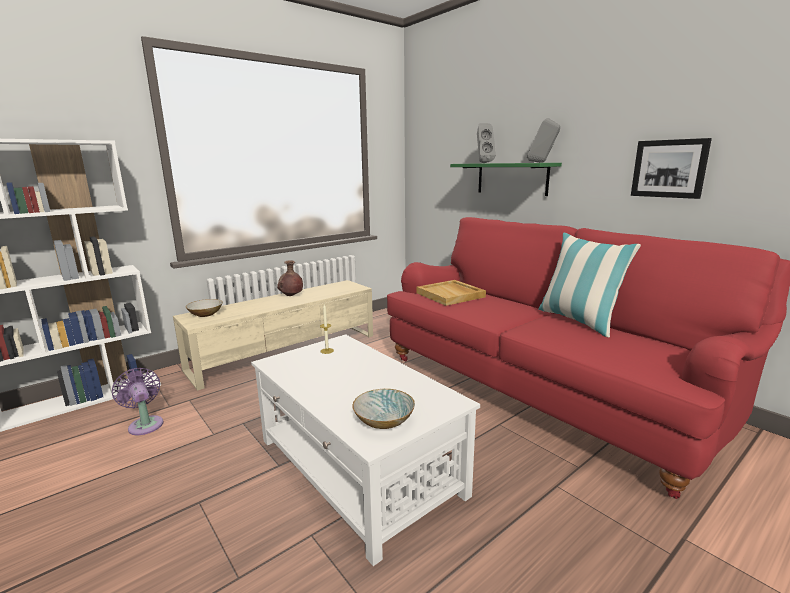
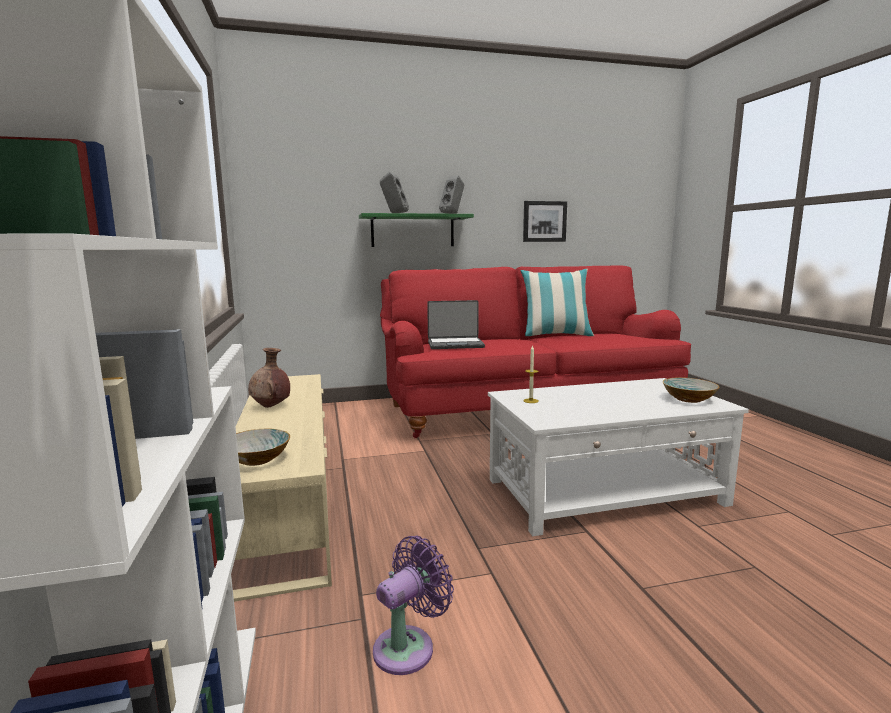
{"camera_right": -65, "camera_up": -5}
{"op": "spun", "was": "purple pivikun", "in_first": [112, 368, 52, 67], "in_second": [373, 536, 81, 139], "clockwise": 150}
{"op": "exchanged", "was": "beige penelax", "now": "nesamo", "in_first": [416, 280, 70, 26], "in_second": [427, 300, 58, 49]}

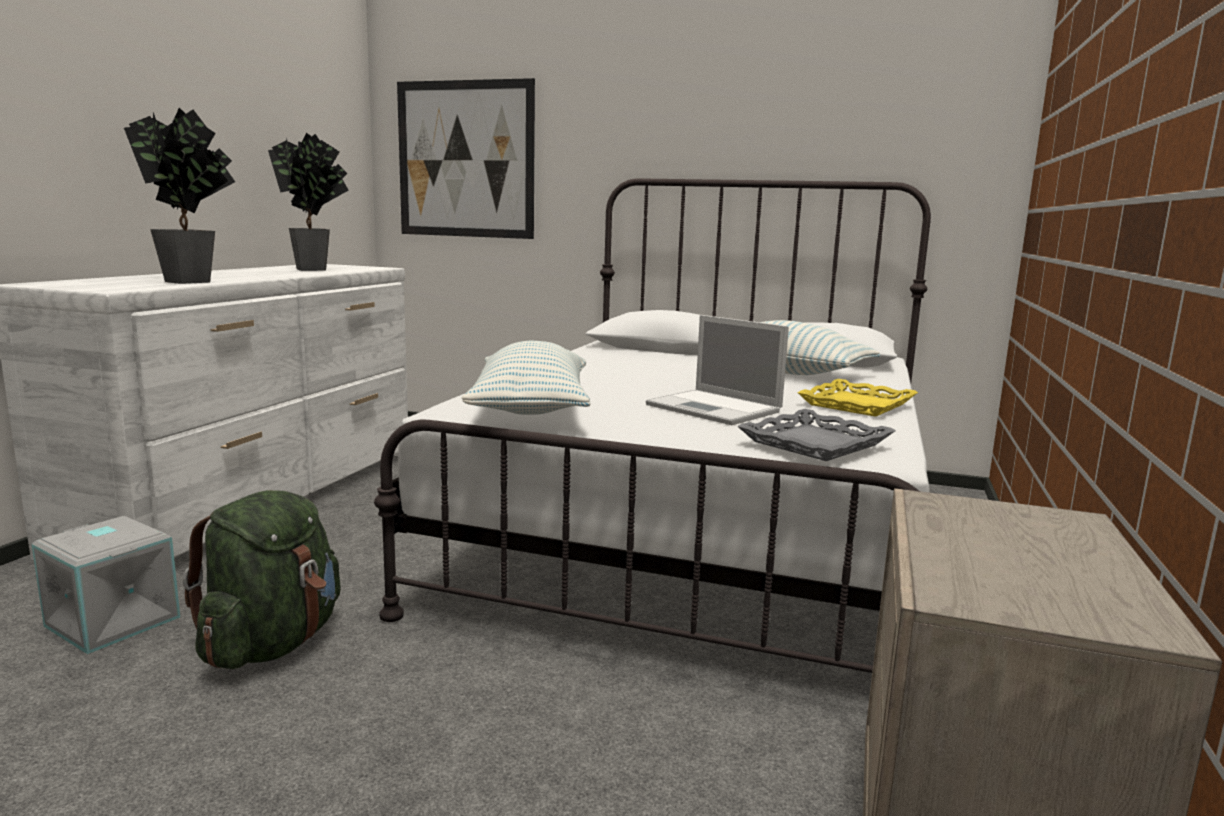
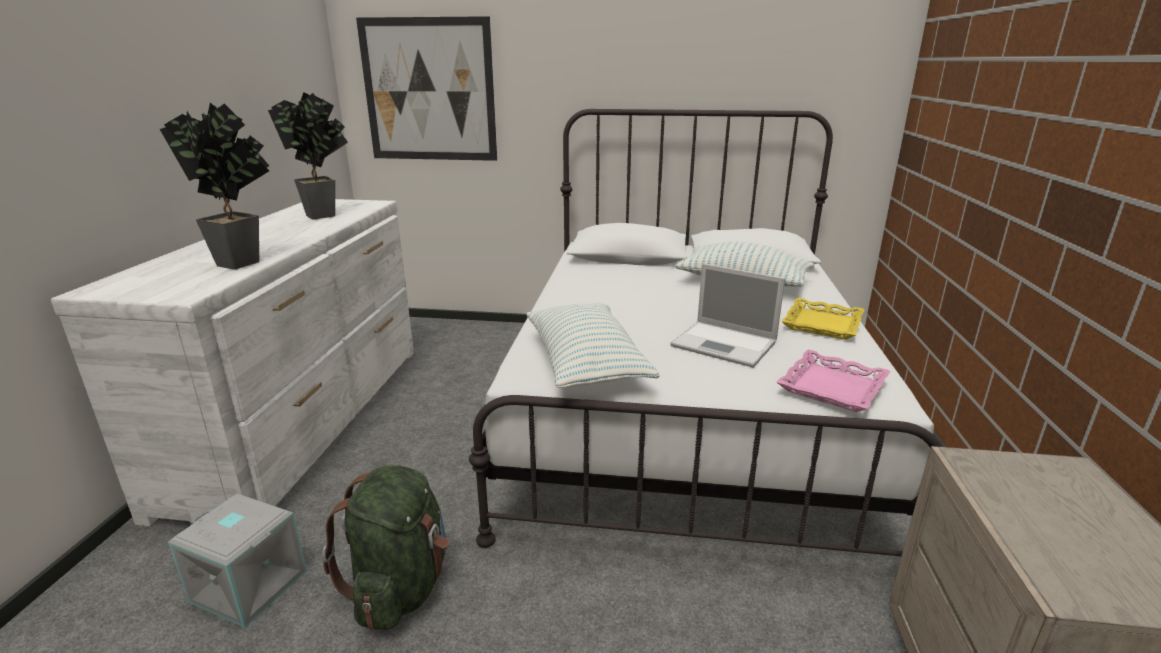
{"camera_right": -10, "camera_up": 10}
{"op": "colour", "was": "grey penelax", "now": "pink penelax", "in_first": [737, 409, 159, 52], "in_second": [777, 350, 114, 62]}

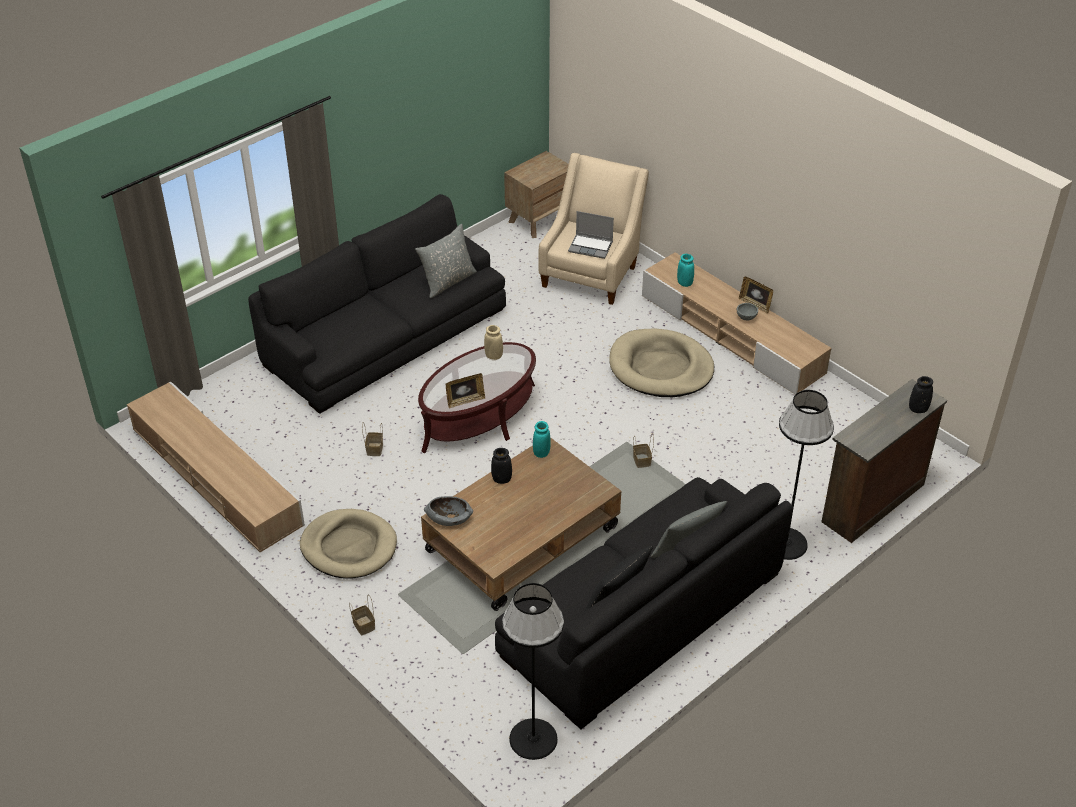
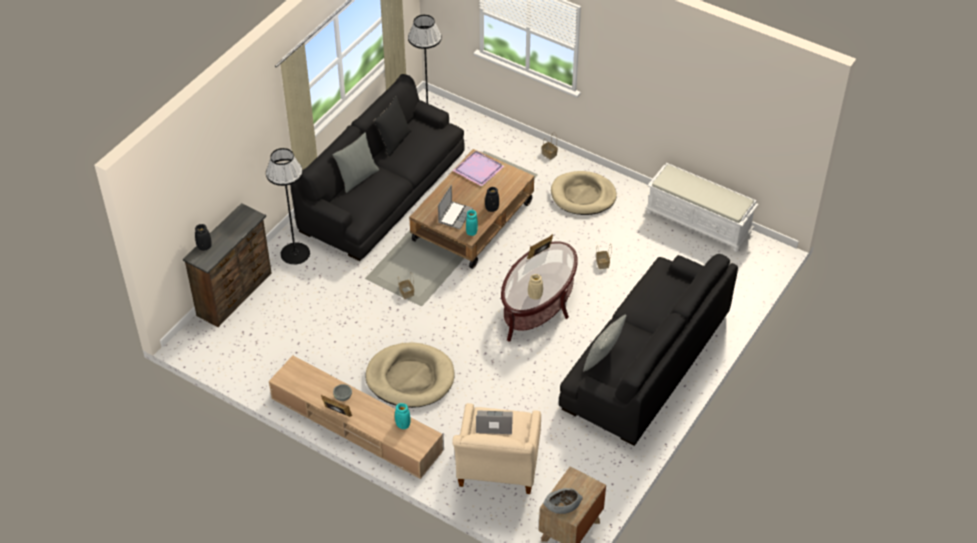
{"camera_right": 165, "camera_up": 5}
{"op": "exchanged", "was": "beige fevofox", "now": "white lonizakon", "in_first": [127, 381, 178, 171], "in_second": [645, 163, 114, 89]}
{"op": "relocated", "was": "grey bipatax", "in_first": [424, 496, 49, 30], "in_second": [543, 488, 40, 26]}
{"op": "appeared", "now": "nesamo", "in_second": [438, 185, 35, 44]}
{"op": "appeared", "now": "purple penelax", "in_second": [453, 150, 51, 36]}

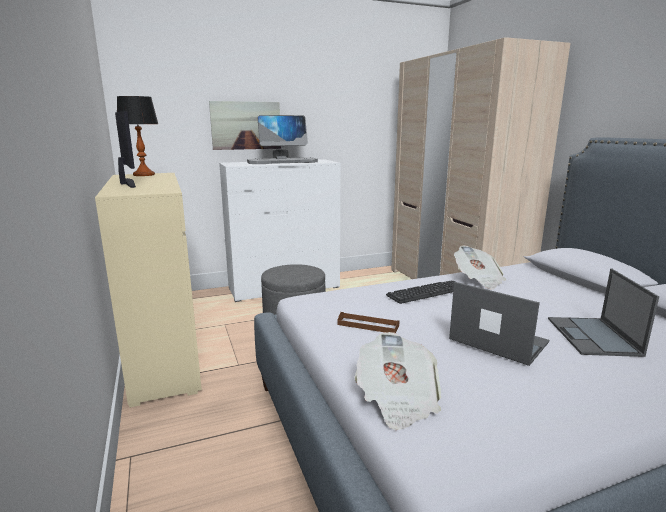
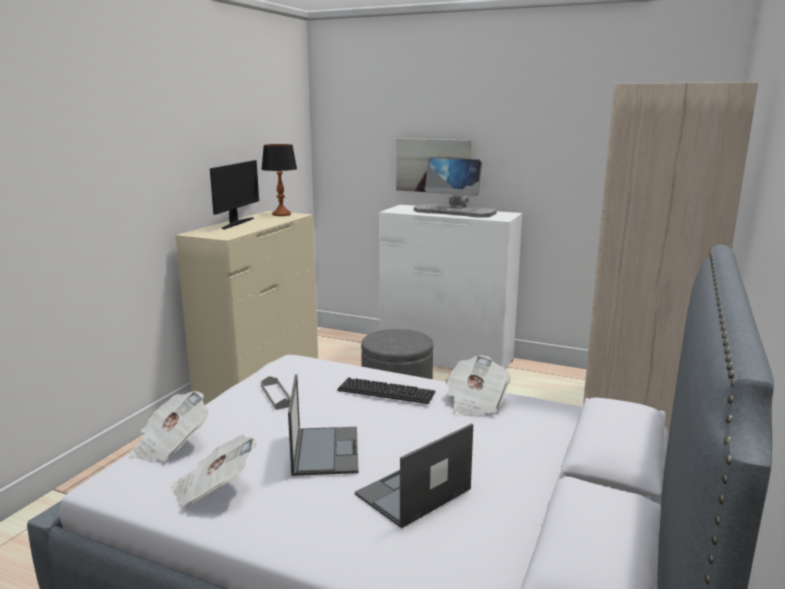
{"camera_right": 45, "camera_up": 0}
{"op": "colour", "was": "brown penelax", "now": "grey penelax", "in_first": [338, 312, 61, 21], "in_second": [261, 376, 30, 34]}
{"op": "appeared", "now": "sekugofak", "in_second": [171, 435, 85, 72]}

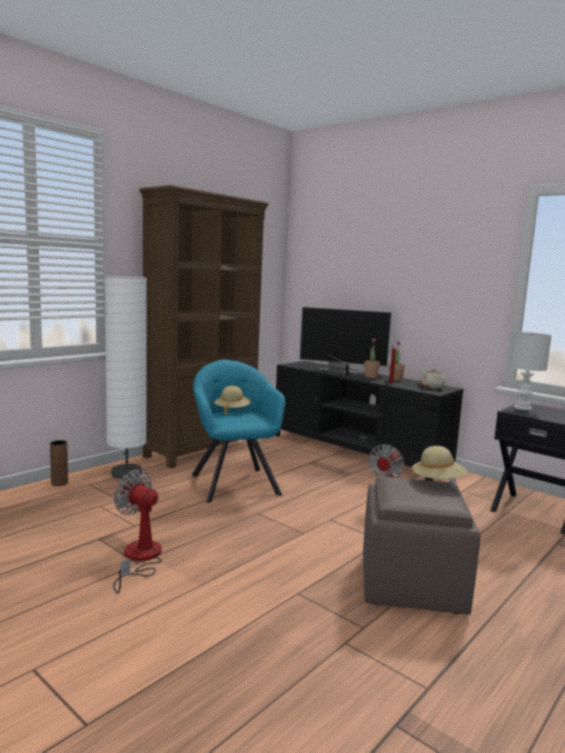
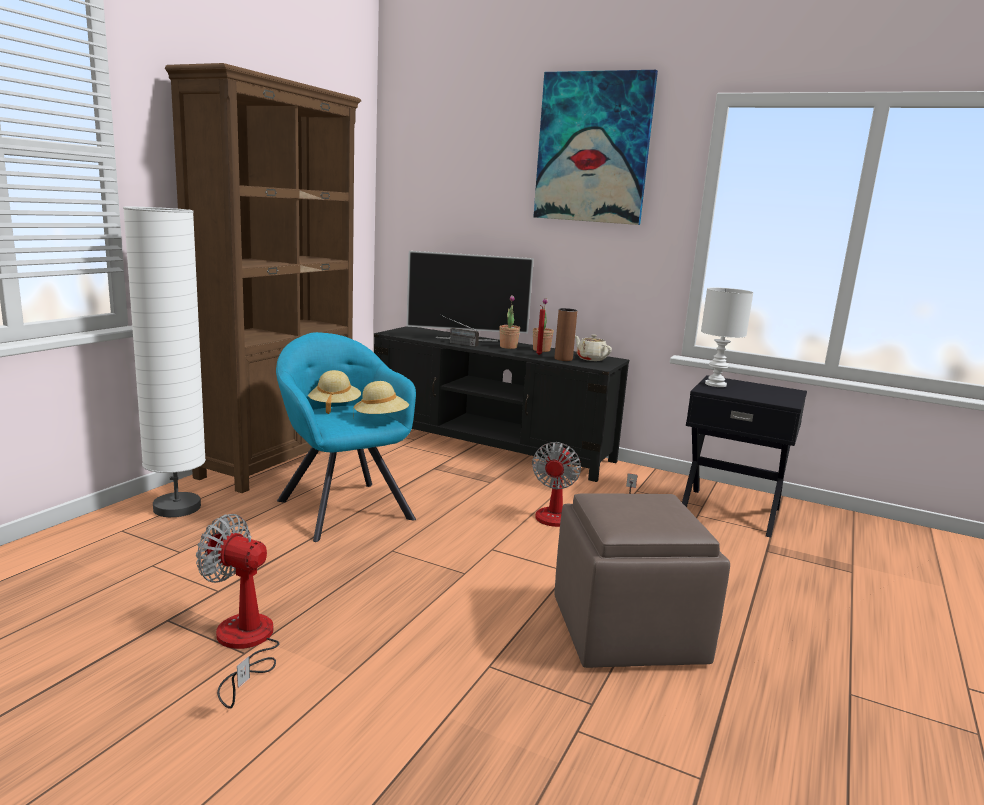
{"camera_right": -15, "camera_up": 5}
{"op": "relocated", "was": "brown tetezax", "in_first": [50, 440, 18, 46], "in_second": [555, 308, 22, 53]}
{"op": "relocated", "was": "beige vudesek", "in_first": [411, 446, 55, 33], "in_second": [353, 381, 56, 37]}
{"op": "appeared", "now": "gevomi", "in_second": [533, 70, 125, 155]}

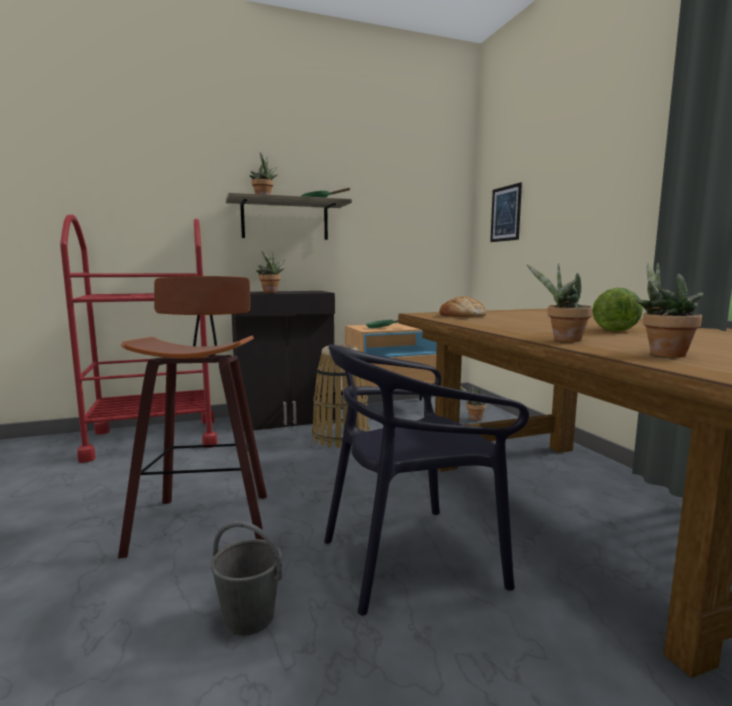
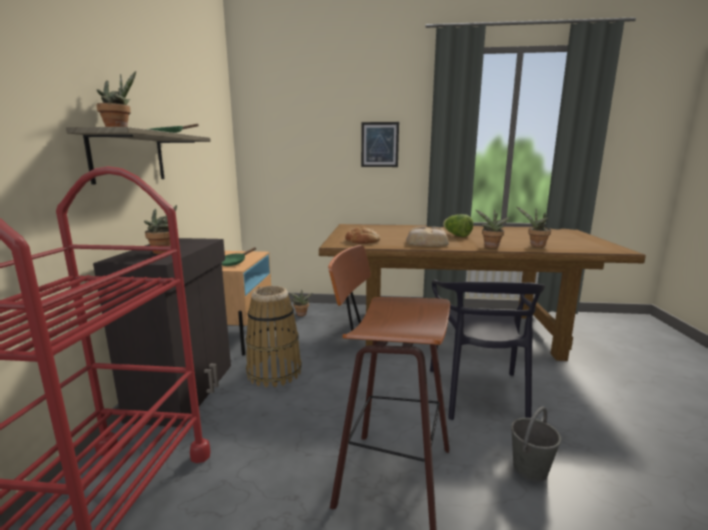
{"camera_right": -65, "camera_up": 5}
{"op": "relocated", "was": "gevomi", "in_first": [490, 182, 32, 60], "in_second": [361, 122, 38, 45]}
{"op": "appeared", "now": "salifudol", "in_second": [406, 227, 43, 20]}

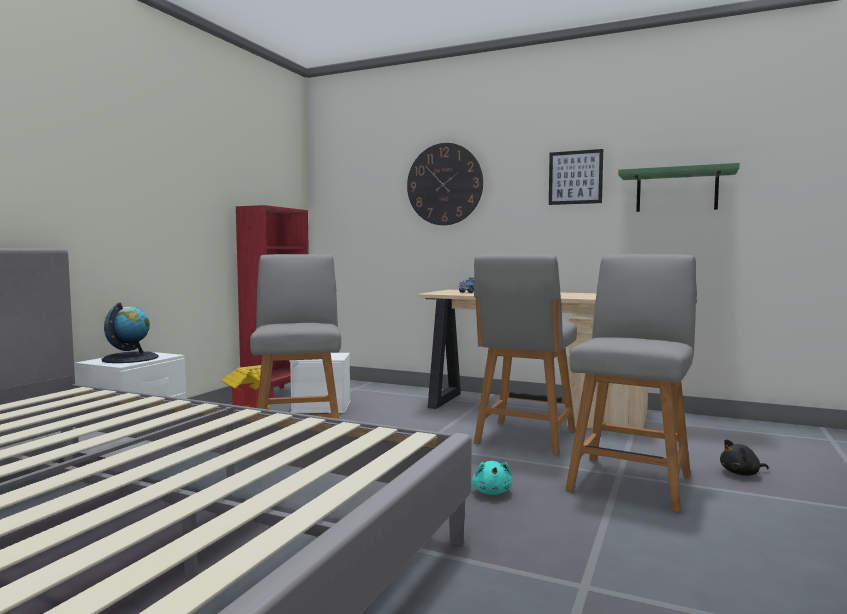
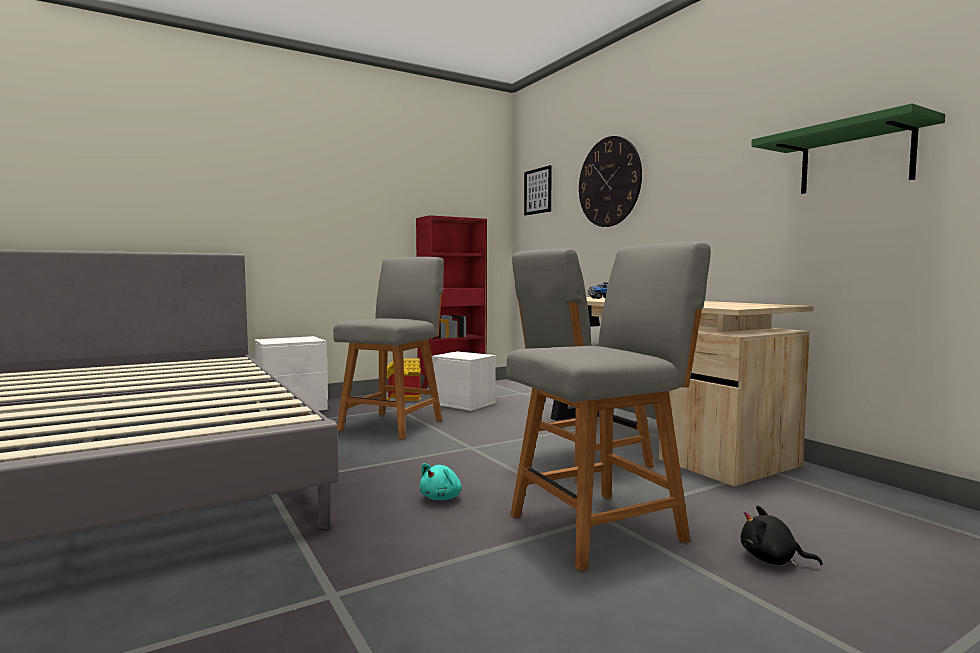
{"camera_right": 35, "camera_up": 0}
{"op": "missing", "was": "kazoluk", "in_first": [101, 302, 58, 61]}
{"op": "relocated", "was": "gevomi", "in_first": [549, 149, 54, 56], "in_second": [524, 165, 28, 51]}

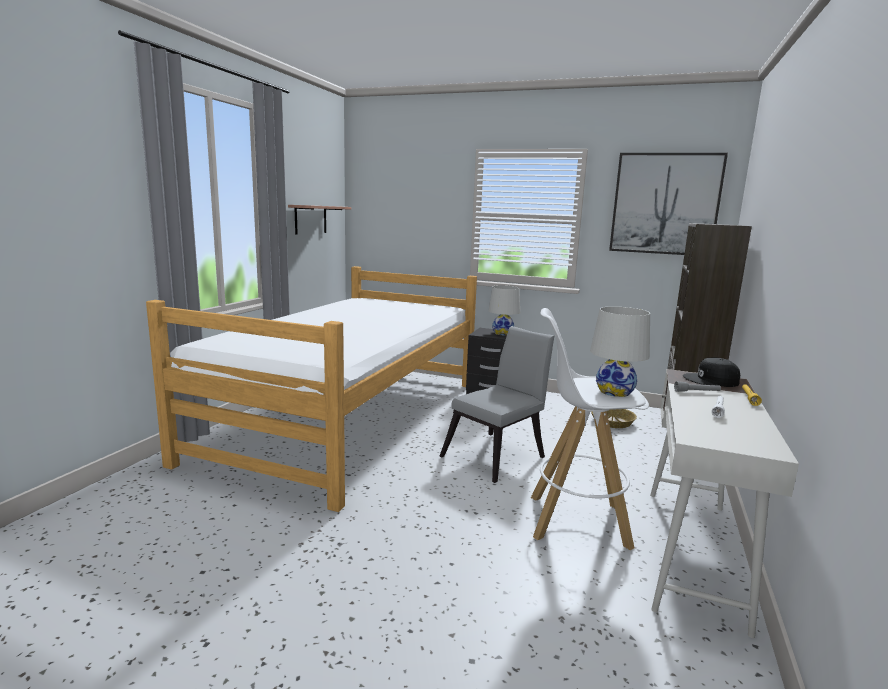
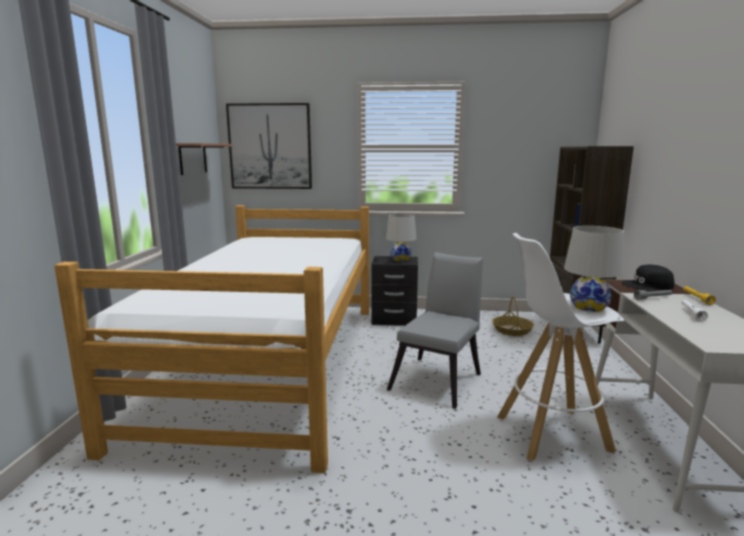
{"camera_right": -15, "camera_up": 0}
{"op": "relocated", "was": "gevomi", "in_first": [609, 153, 119, 102], "in_second": [226, 103, 86, 86]}

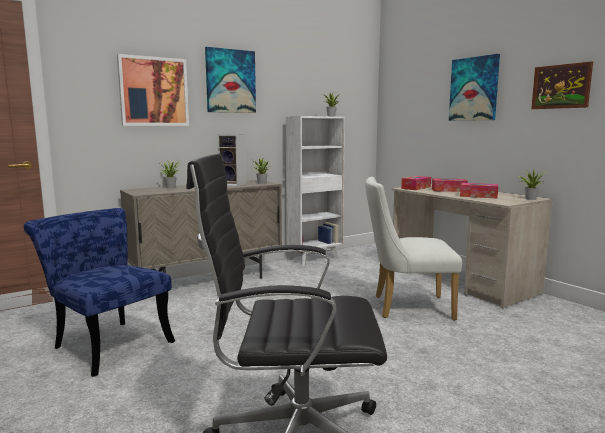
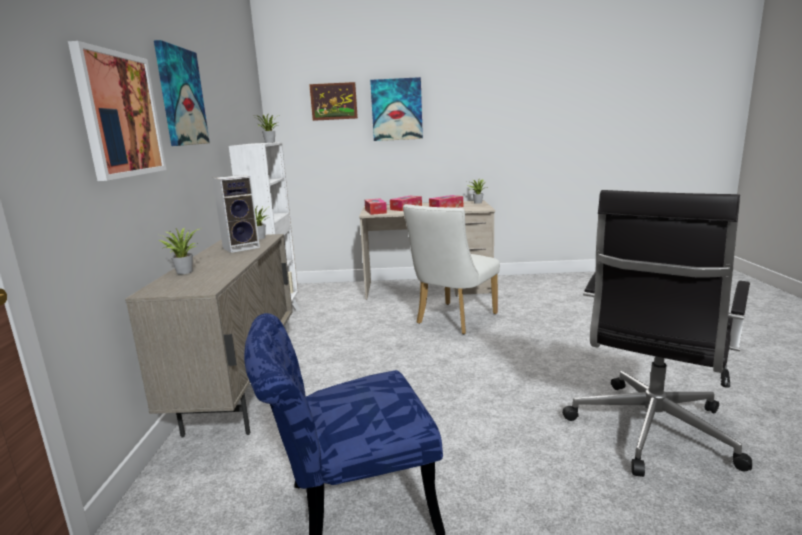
{"camera_right": -55, "camera_up": 5}
{"op": "relocated", "was": "gevomi", "in_first": [531, 61, 62, 48], "in_second": [309, 82, 49, 39]}

